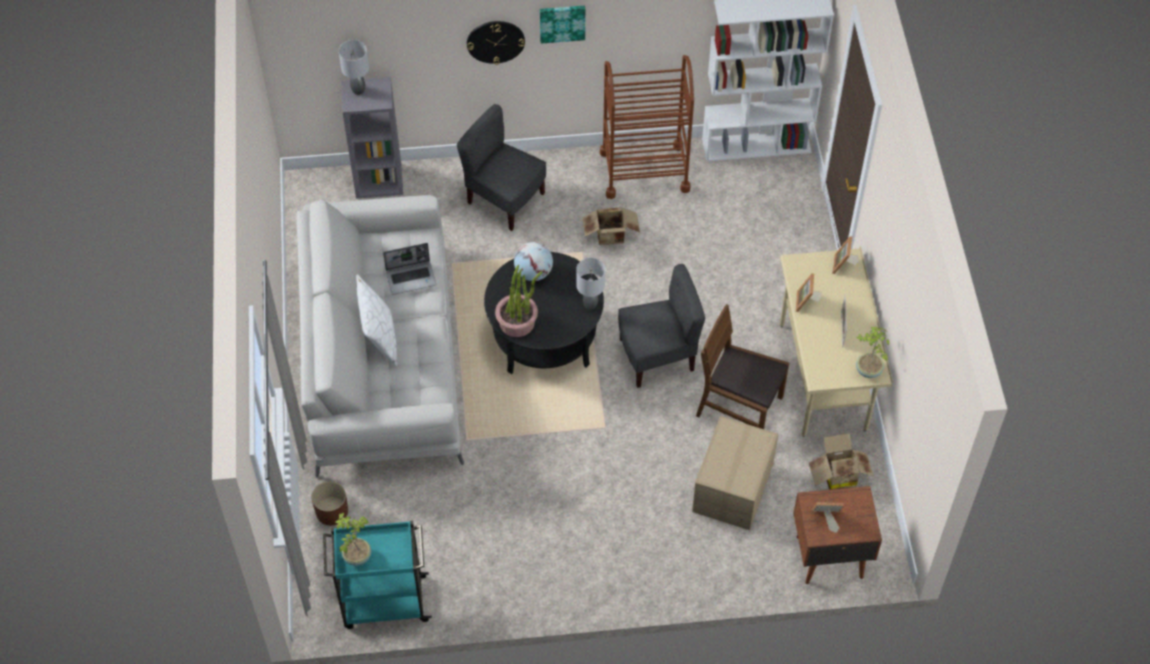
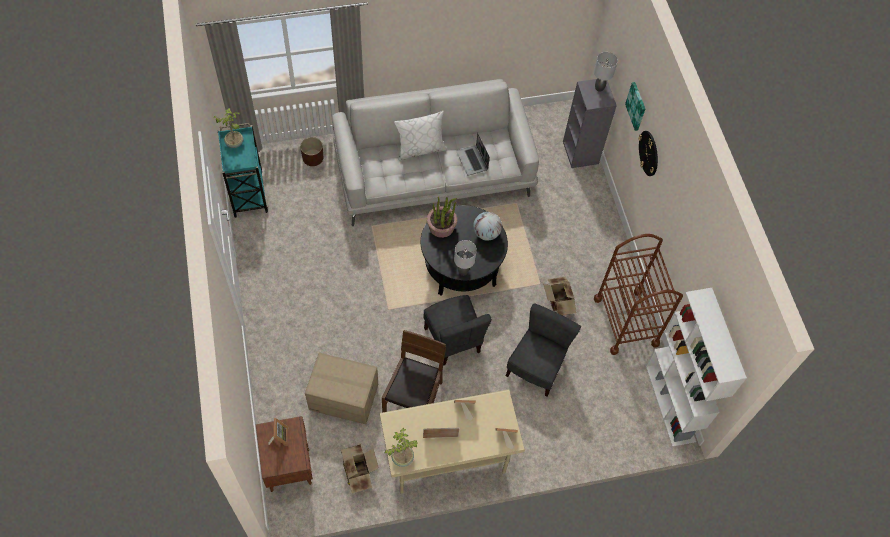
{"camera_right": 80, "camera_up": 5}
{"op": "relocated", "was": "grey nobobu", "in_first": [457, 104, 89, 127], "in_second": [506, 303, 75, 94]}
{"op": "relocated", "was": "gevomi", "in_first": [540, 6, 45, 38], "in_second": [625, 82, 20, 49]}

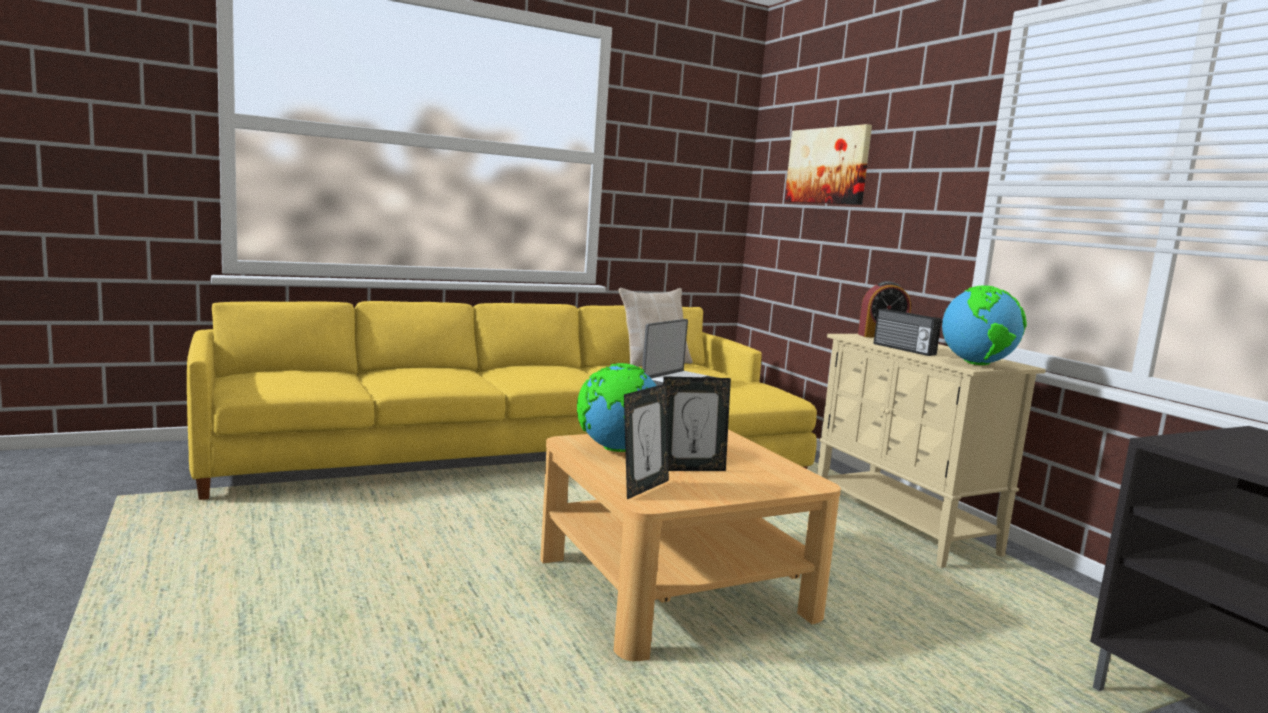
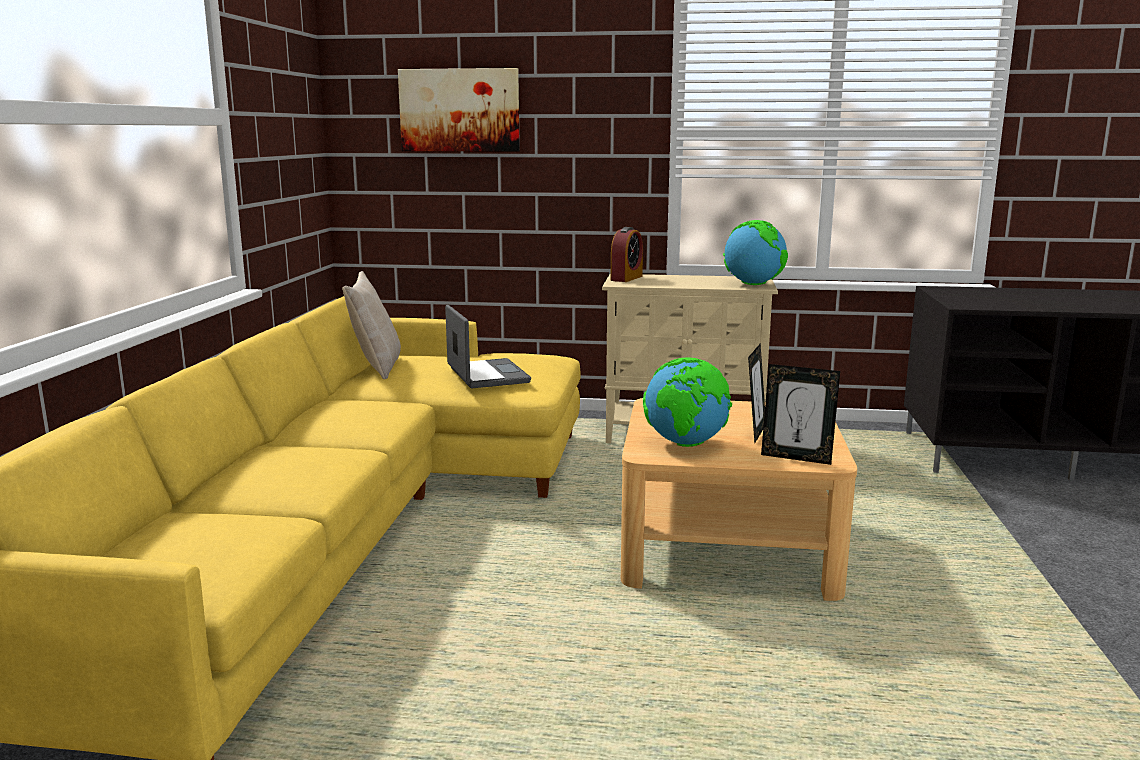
{"camera_right": -55, "camera_up": 5}
{"op": "spun", "was": "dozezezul", "in_first": [624, 384, 45, 115], "in_second": [761, 364, 79, 101], "clockwise": 135}
{"op": "missing", "was": "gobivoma", "in_first": [874, 309, 68, 47]}

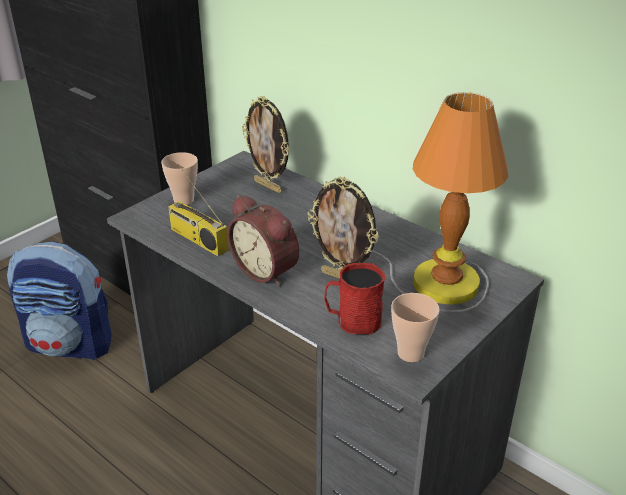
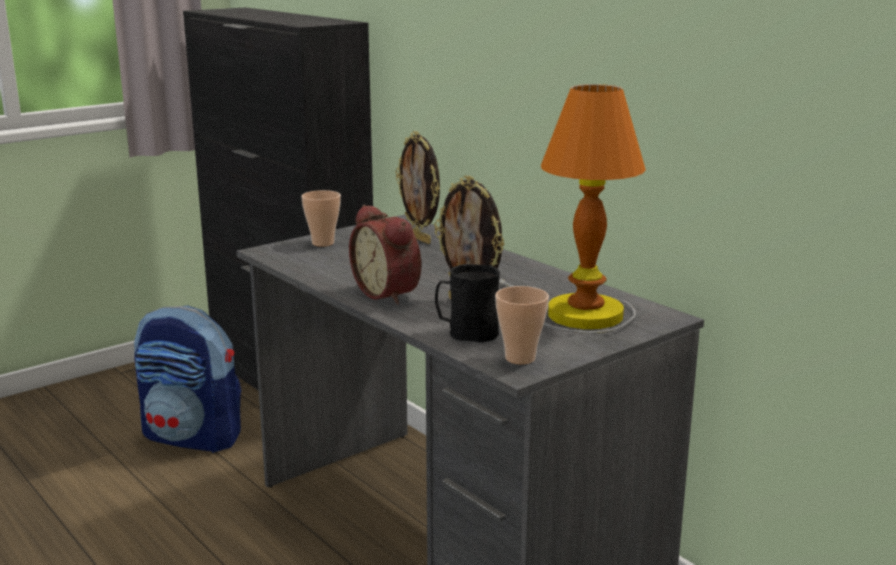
{"camera_right": 10, "camera_up": -15}
{"op": "missing", "was": "gobivoma", "in_first": [168, 167, 61, 89]}
{"op": "colour", "was": "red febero", "now": "black febero", "in_first": [325, 263, 60, 71], "in_second": [435, 264, 65, 78]}

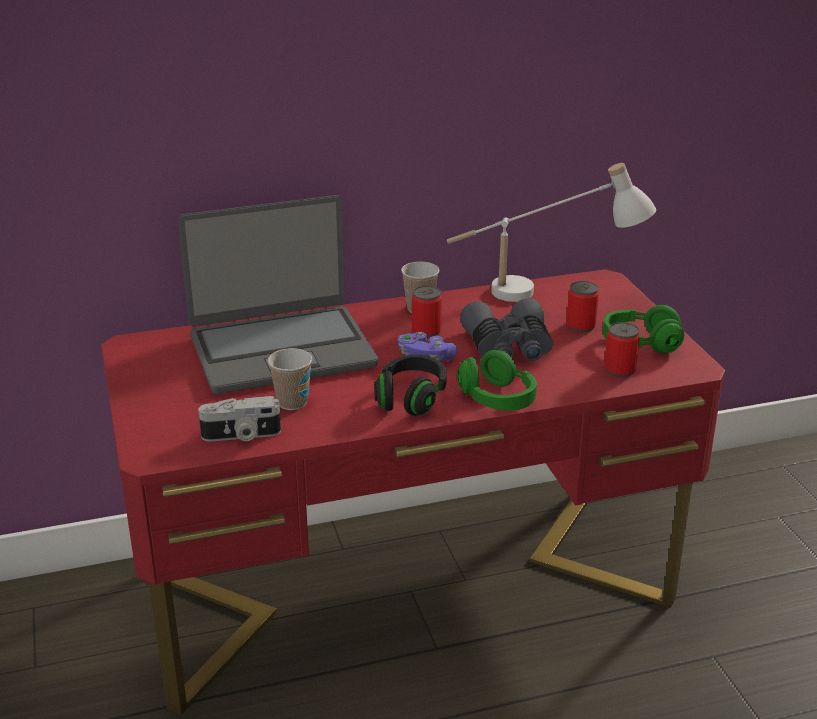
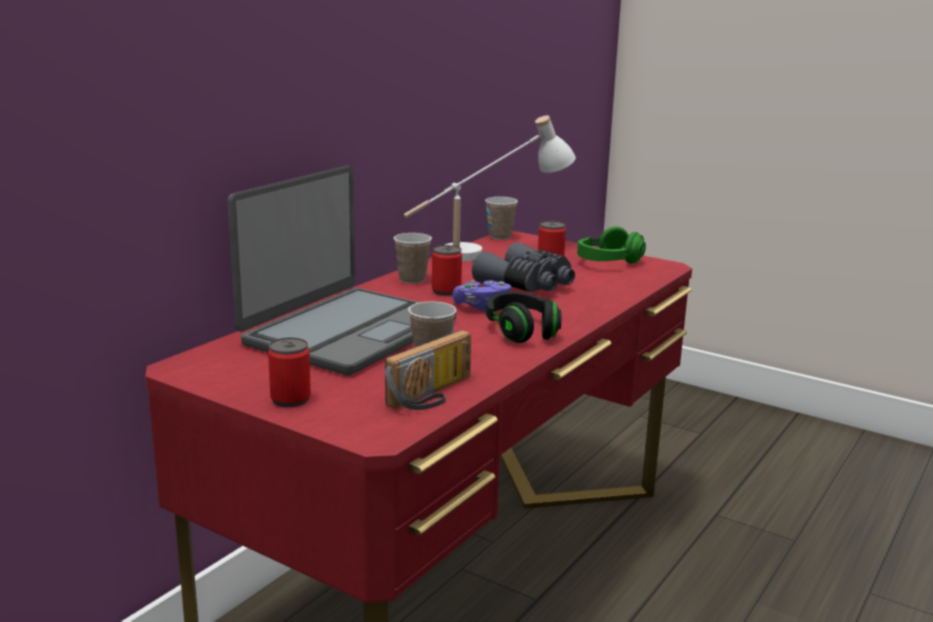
{"camera_right": -40, "camera_up": -10}
{"op": "exchanged", "was": "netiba", "now": "gobivoma", "in_first": [198, 396, 83, 46], "in_second": [385, 330, 86, 80]}
{"op": "missing", "was": "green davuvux", "in_first": [457, 350, 80, 61]}
{"op": "relocated", "was": "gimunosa", "in_first": [604, 322, 36, 56], "in_second": [268, 337, 43, 70]}
{"op": "appeared", "now": "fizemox", "in_second": [485, 197, 33, 43]}

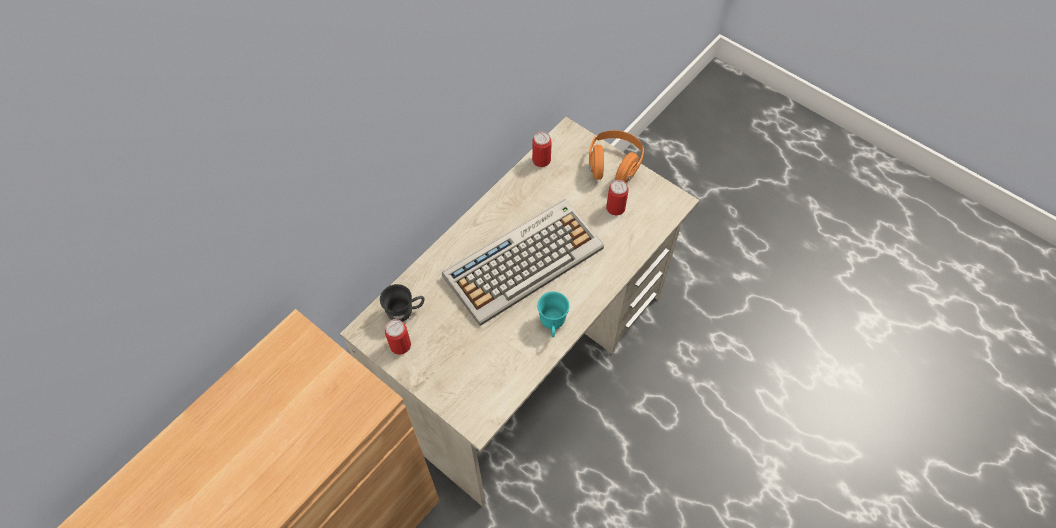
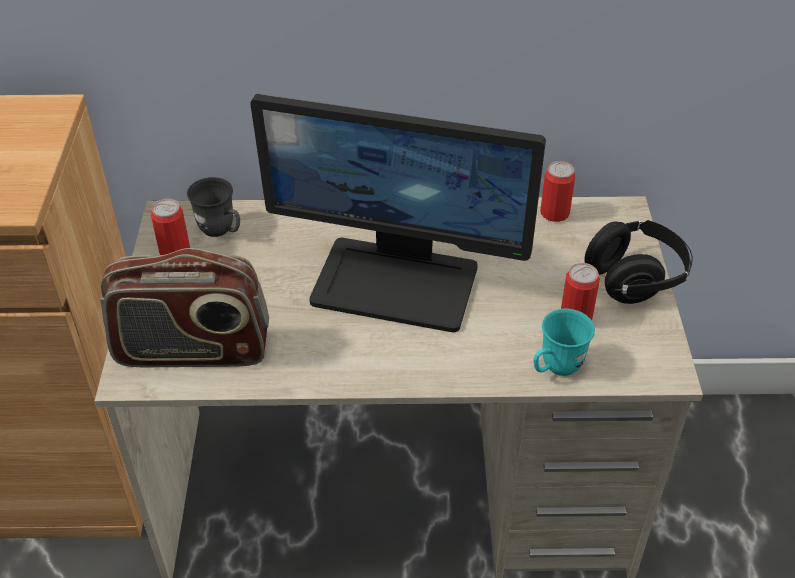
{"camera_right": 50, "camera_up": -15}
{"op": "exchanged", "was": "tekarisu", "now": "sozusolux", "in_first": [442, 199, 162, 127], "in_second": [250, 94, 296, 238]}
{"op": "relocated", "was": "turquoise febero", "in_first": [537, 291, 33, 46], "in_second": [534, 308, 61, 68]}
{"op": "colour", "was": "orange davuvux", "now": "black davuvux", "in_first": [589, 130, 55, 53], "in_second": [584, 220, 109, 84]}
{"op": "appeared", "now": "gobivoma", "in_second": [100, 248, 169, 119]}

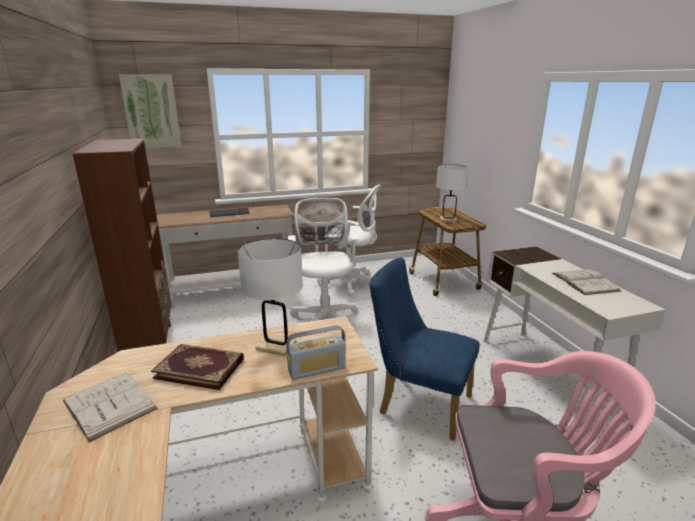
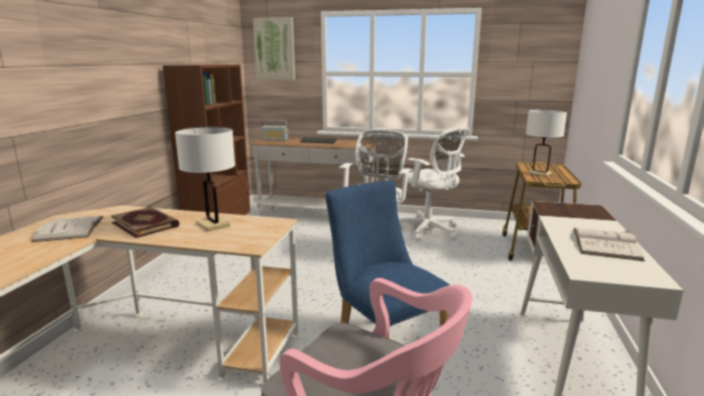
{"camera_right": 30, "camera_up": -5}
{"op": "relocated", "was": "gobivoma", "in_first": [286, 325, 60, 55], "in_second": [262, 120, 26, 21]}

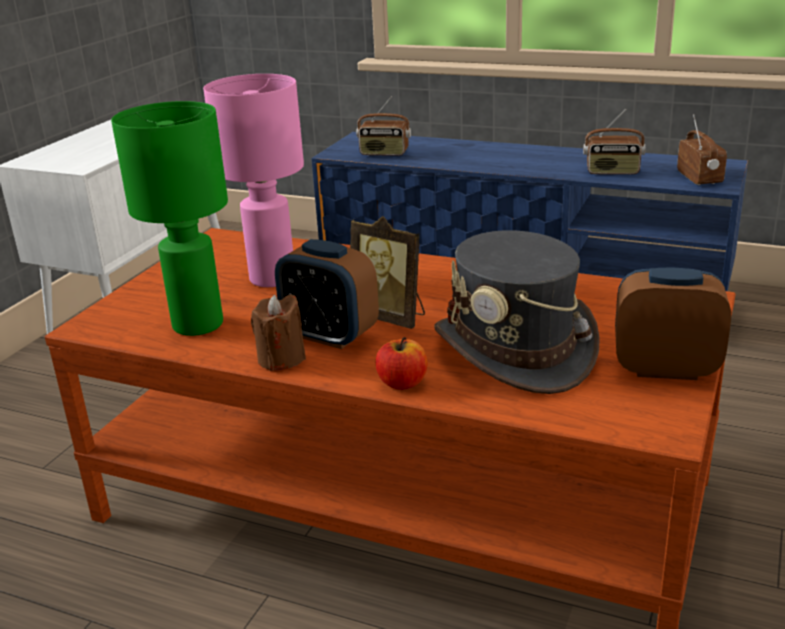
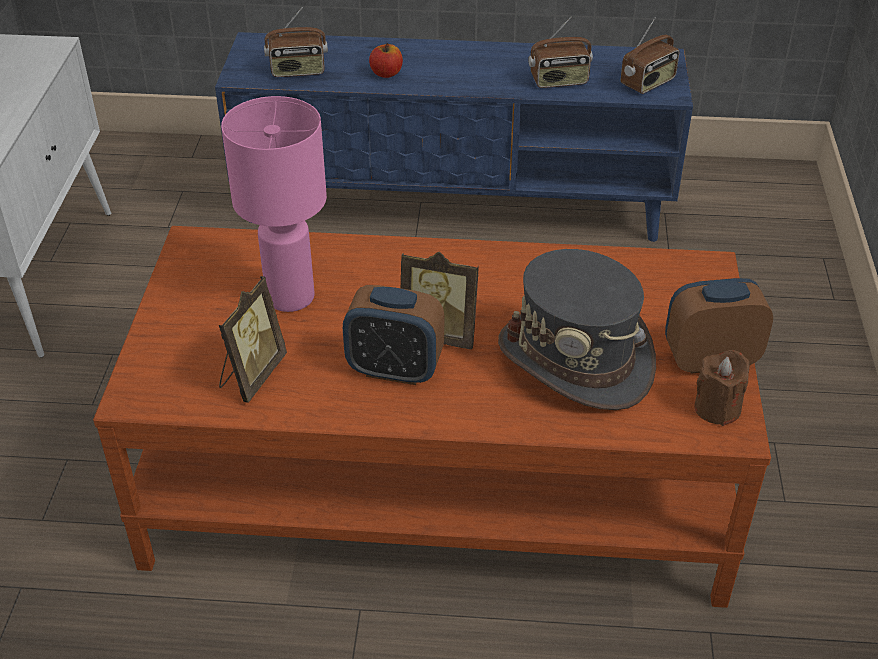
{"camera_right": -20, "camera_up": 15}
{"op": "exchanged", "was": "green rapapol", "now": "dozezezul", "in_first": [111, 101, 117, 235], "in_second": [219, 276, 68, 127]}
{"op": "relocated", "was": "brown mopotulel", "in_first": [251, 294, 55, 77], "in_second": [695, 350, 55, 76]}
{"op": "relocated", "was": "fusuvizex", "in_first": [376, 337, 52, 53], "in_second": [369, 43, 34, 35]}
{"op": "spun", "was": "gobivoma", "in_first": [677, 114, 50, 71], "in_second": [621, 17, 58, 77], "clockwise": 75}

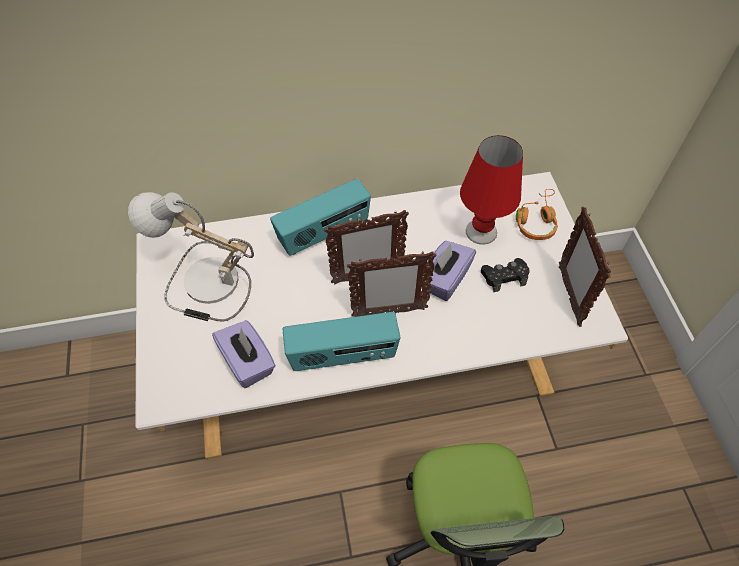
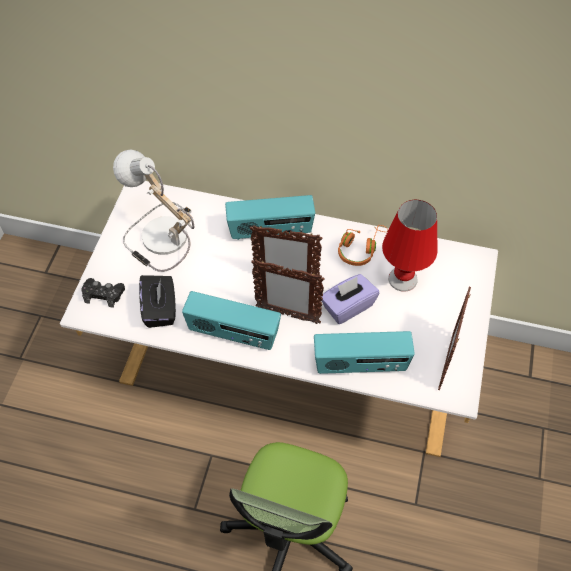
{"camera_right": 25, "camera_up": 0}
{"op": "colour", "was": "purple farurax", "now": "black farurax", "in_first": [212, 320, 64, 68], "in_second": [139, 275, 37, 53]}
{"op": "relocated", "was": "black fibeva", "in_first": [481, 258, 49, 34], "in_second": [81, 278, 44, 30]}
{"op": "relocated", "was": "orange davuvux", "in_first": [516, 189, 42, 51], "in_second": [338, 225, 50, 41]}
{"op": "appeared", "now": "gobivoma", "in_second": [314, 331, 101, 43]}

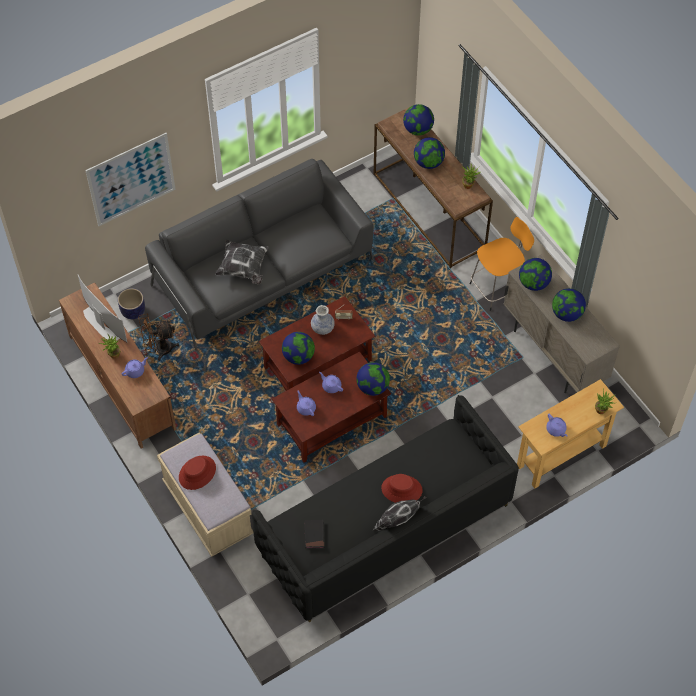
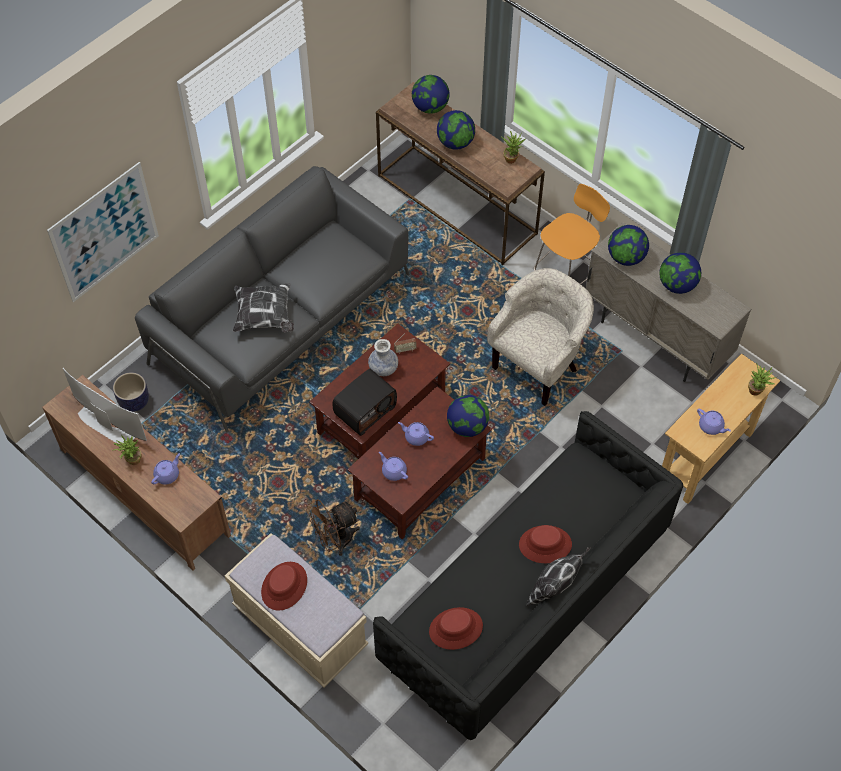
{"camera_right": -15, "camera_up": 0}
{"op": "relocated", "was": "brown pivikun", "in_first": [138, 313, 41, 48], "in_second": [306, 499, 54, 57]}
{"op": "exchanged", "was": "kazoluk", "now": "gobivoma", "in_first": [282, 332, 33, 33], "in_second": [333, 369, 64, 67]}
{"op": "exchanged", "was": "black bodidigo", "now": "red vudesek", "in_first": [305, 520, 20, 28], "in_second": [429, 607, 54, 43]}
{"op": "appeared", "now": "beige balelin", "in_second": [487, 268, 107, 138]}

